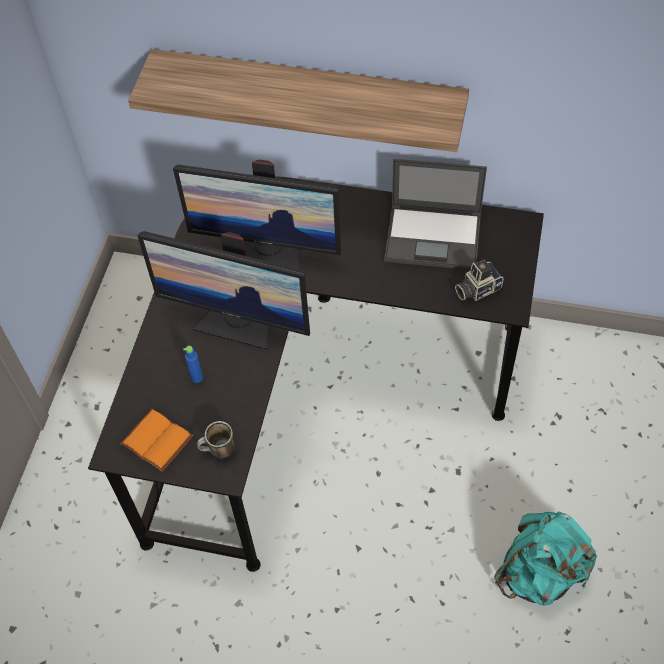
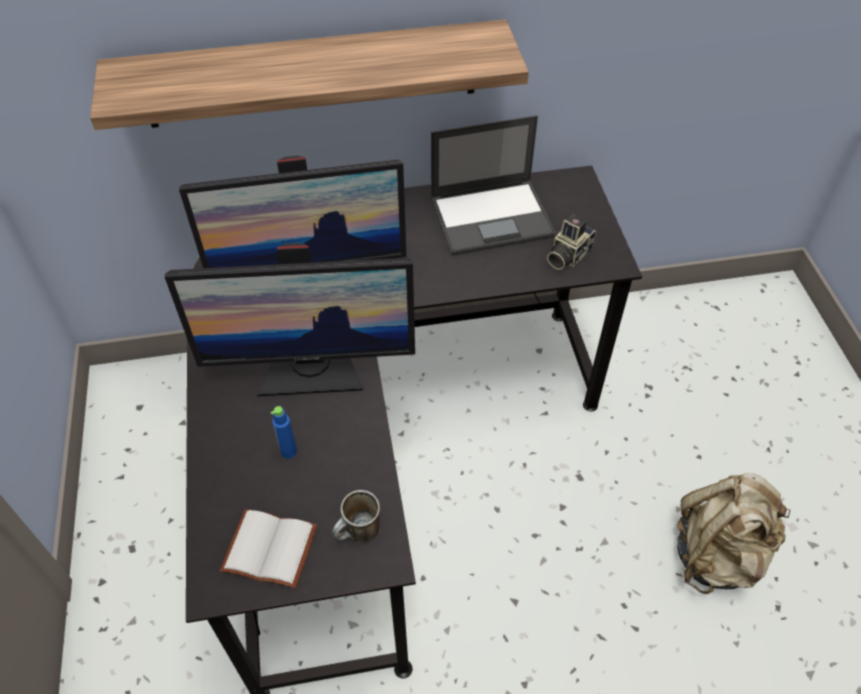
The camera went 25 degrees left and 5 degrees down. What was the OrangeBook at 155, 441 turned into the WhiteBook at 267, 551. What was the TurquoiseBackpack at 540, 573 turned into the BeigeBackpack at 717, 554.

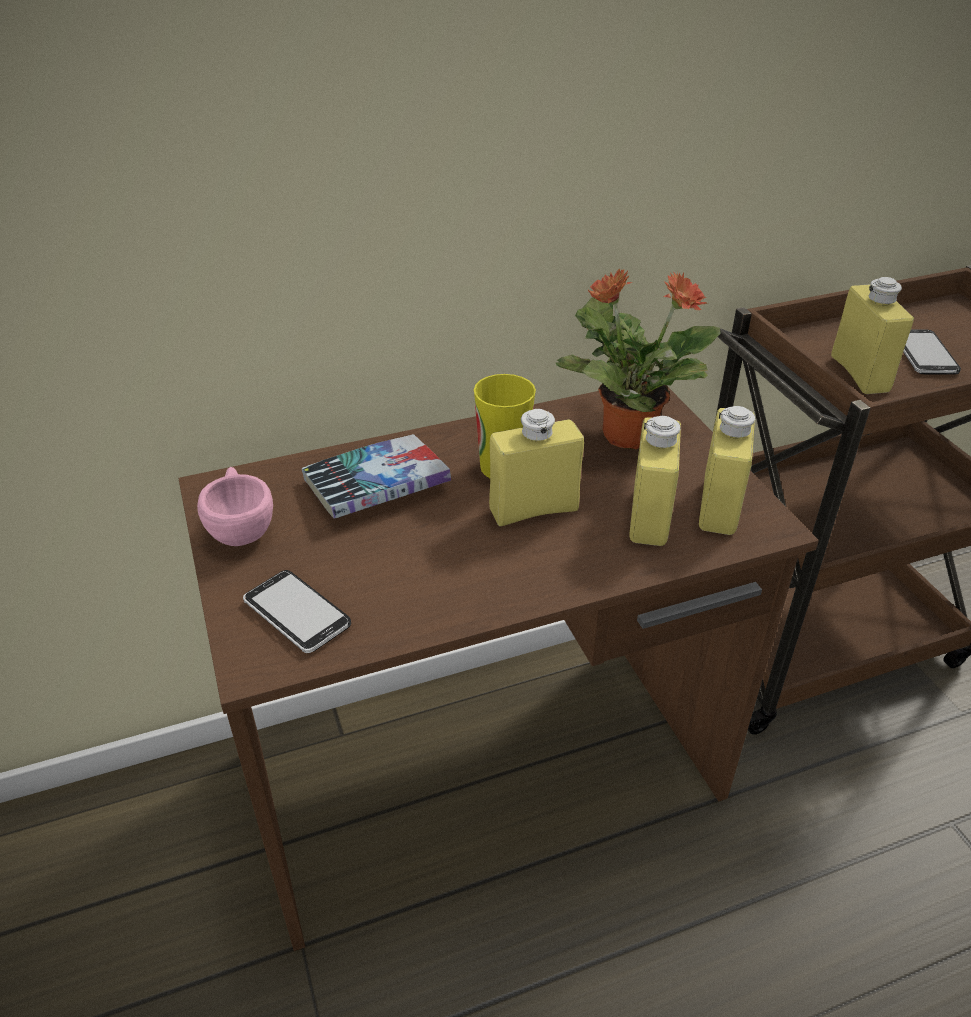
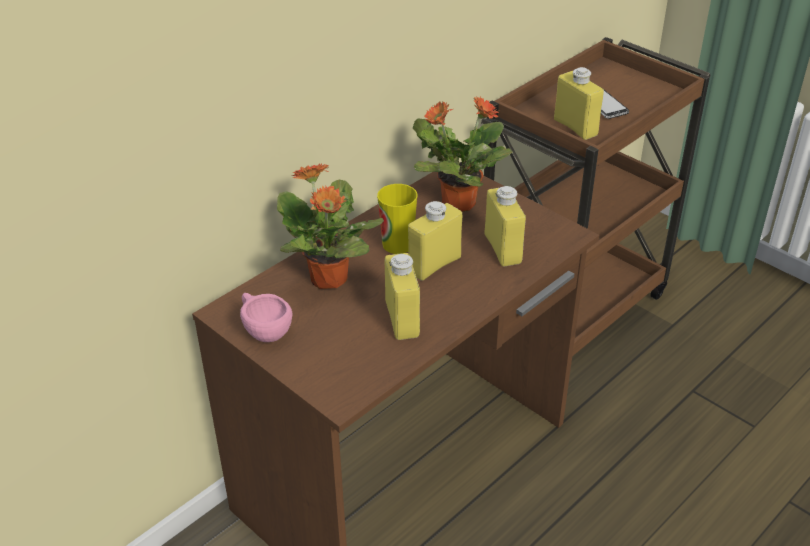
The camera went 25 degrees left and 0 degrees up. Where the Book stood at 376, 486, the PottedPlant came to stand at 329, 279. The YellowBottle ended up elsewhere, having gone from 719, 506 to 402, 319. The second view lost the Phone at 297, 614.

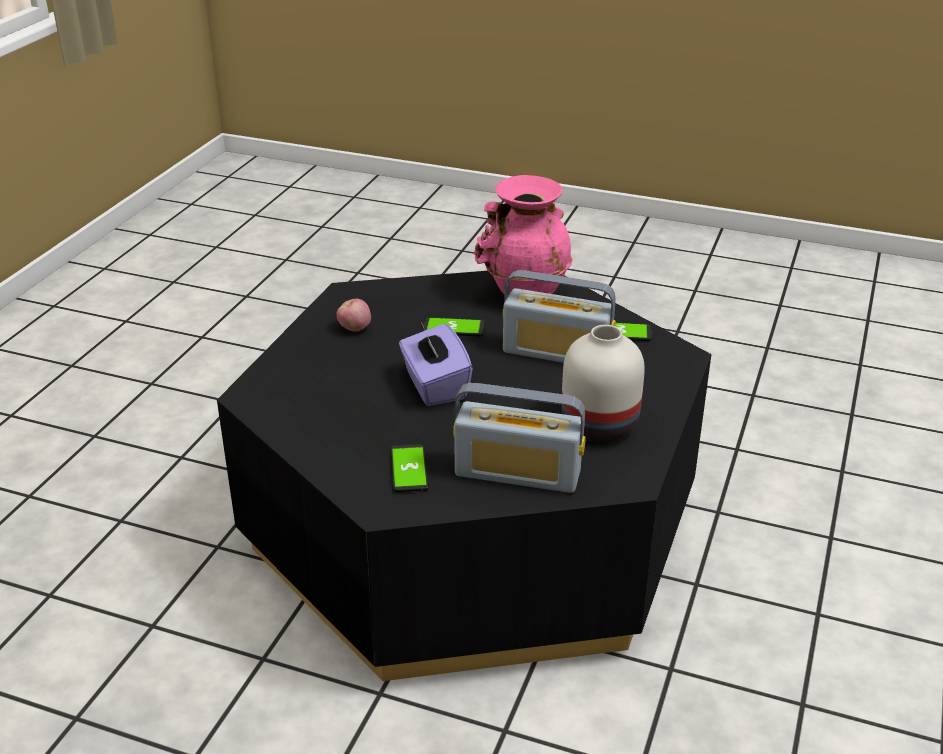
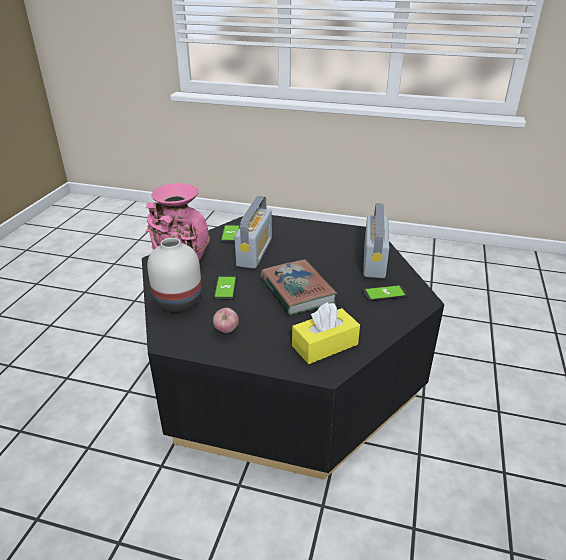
The camera went 95 degrees left and 0 degrees up. The WhiteVase ended up elsewhere, having gone from 597, 426 to 178, 302. Where the PurpleTissueBox stood at 434, 386, the Book came to stand at 297, 291. The second view gained the YellowTissueBox at 325, 345.

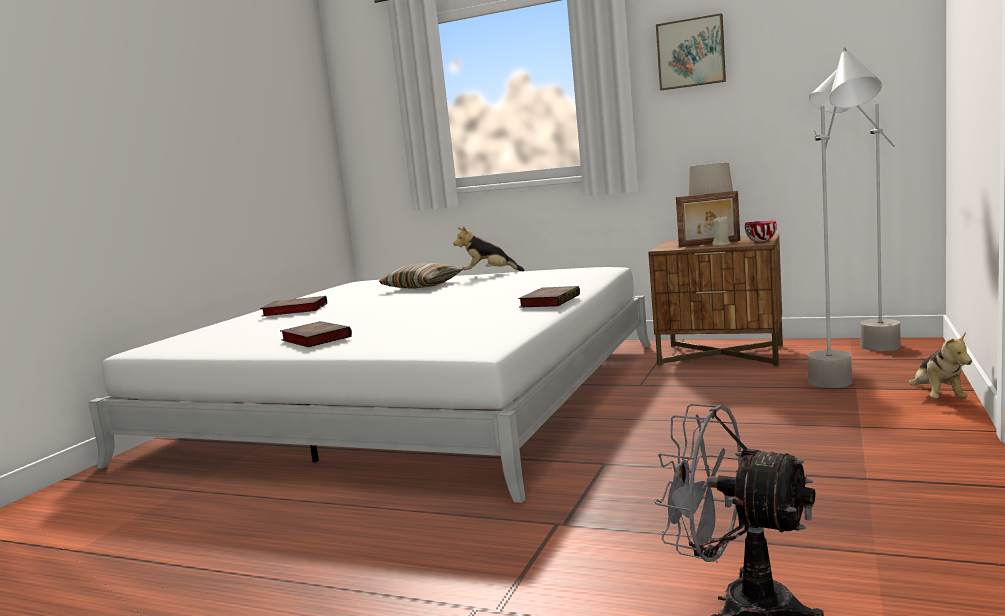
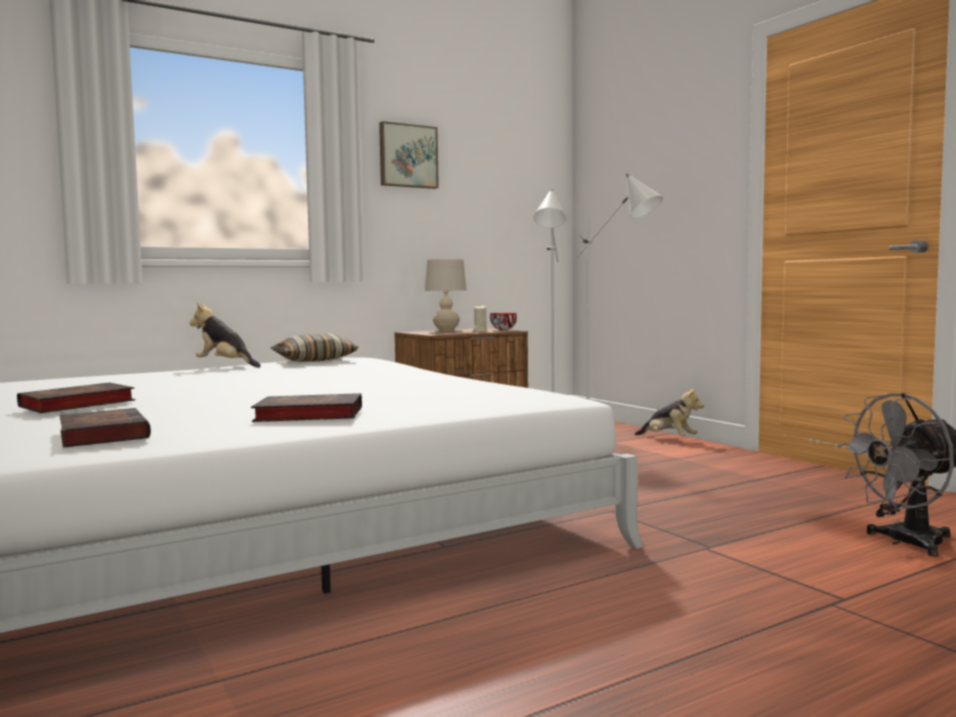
The camera went 55 degrees left and 5 degrees down. The Book ended up elsewhere, having gone from 550, 301 to 102, 435. The PlushToy at 489, 274 ended up facing another way, 75 degrees clockwise from before. The Pillow ended up elsewhere, having gone from 422, 286 to 314, 360. The second view lost the PictureFrame at 709, 244.

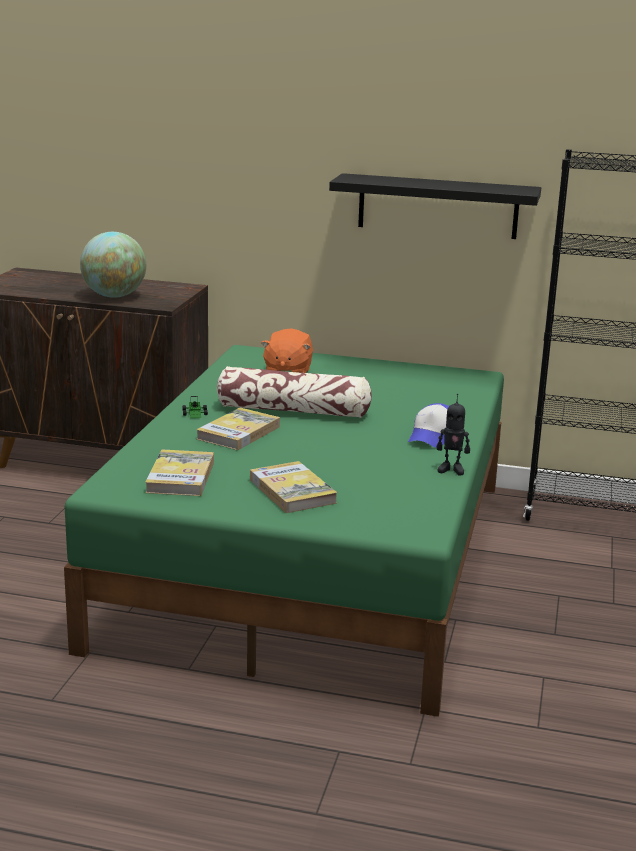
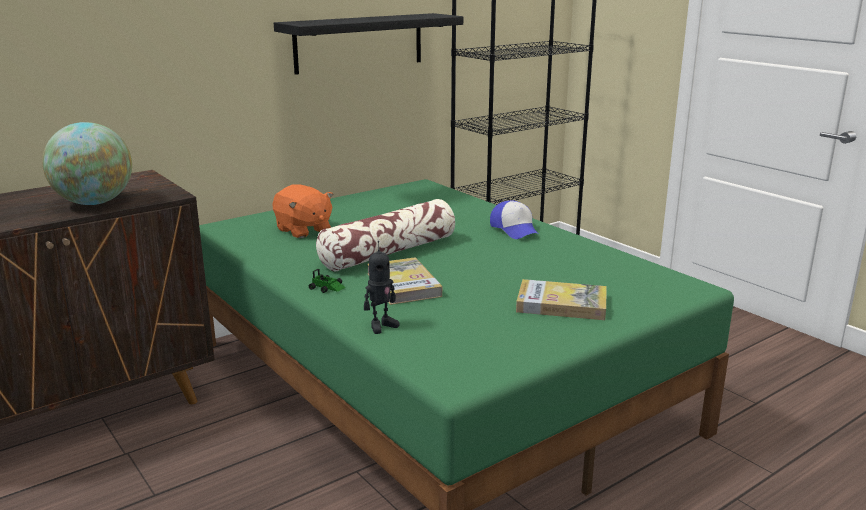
The camera went 50 degrees left and 0 degrees up. The ToyRobot ended up elsewhere, having gone from 451, 470 to 381, 326. The second view lost the Book at 180, 477.

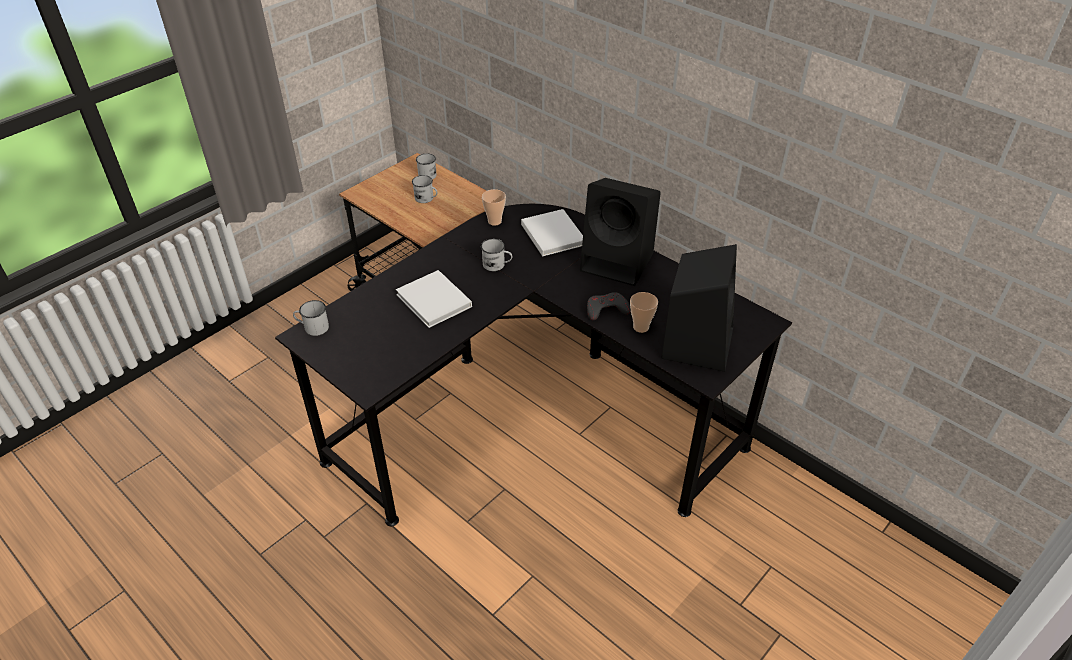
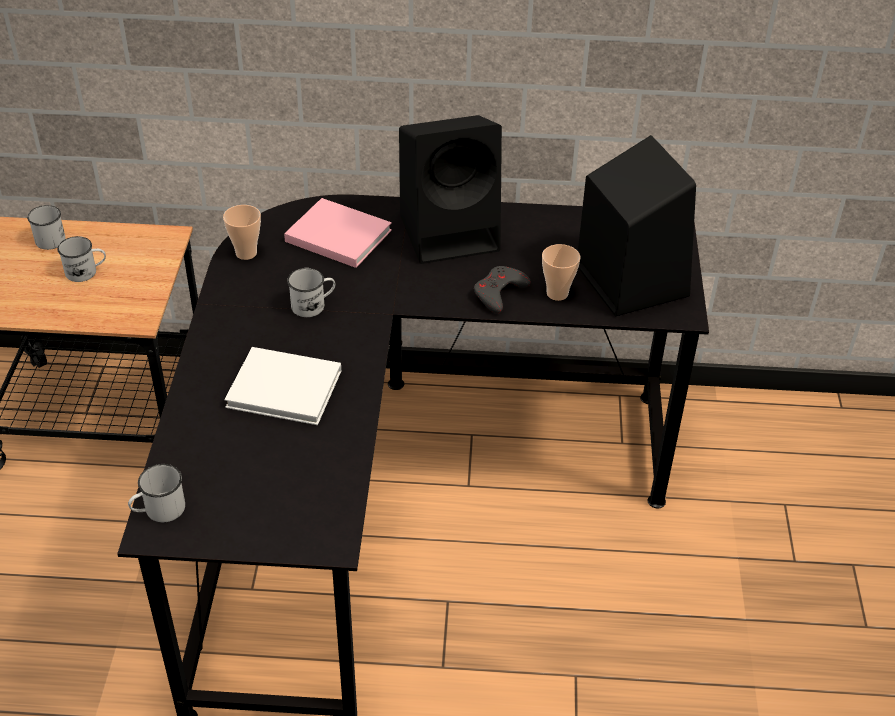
The camera went 40 degrees left and 0 degrees up. What was the WhiteBook at 552, 233 turned into the PinkBook at 336, 235.

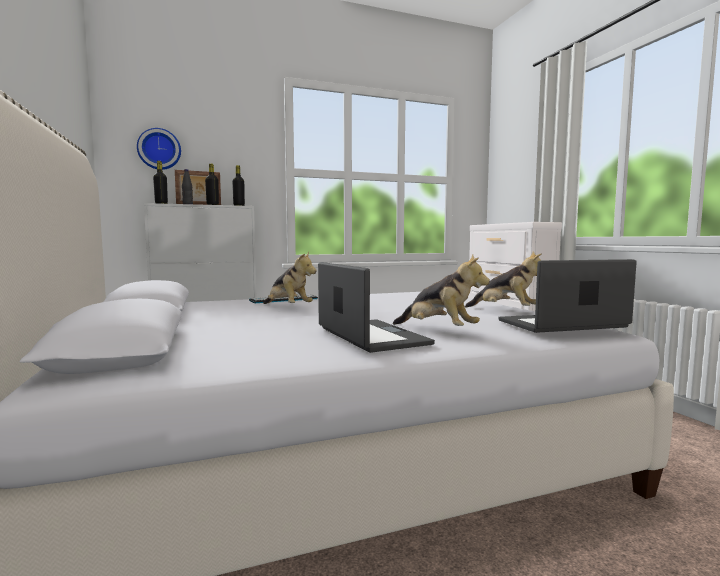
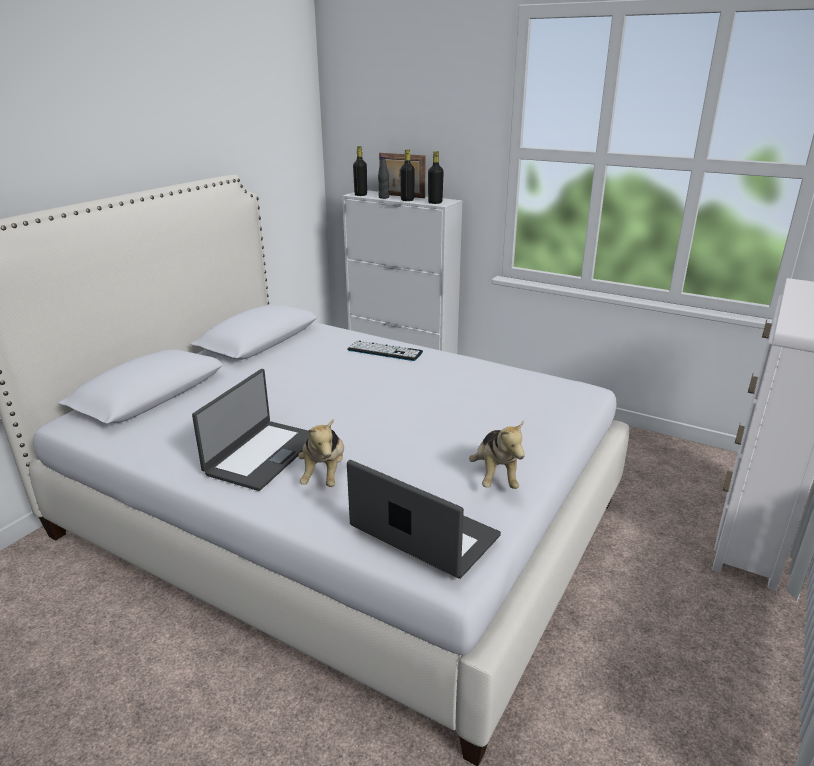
The camera went 50 degrees right and 20 degrees up. The second view lost the WallClock at 159, 149. The second view lost the PlushToy at 288, 307.

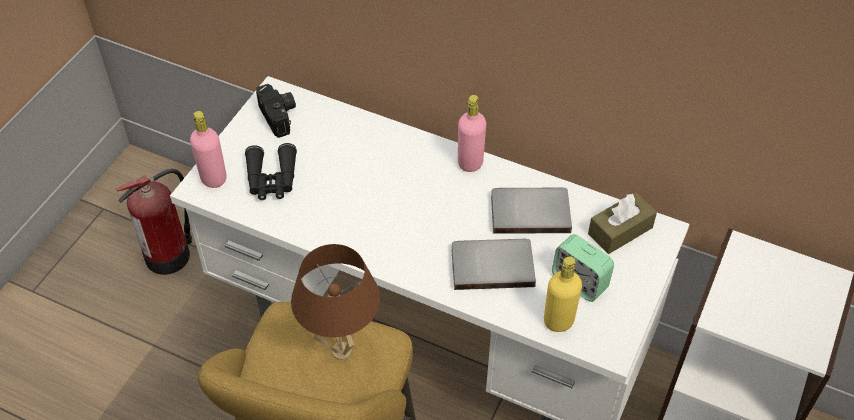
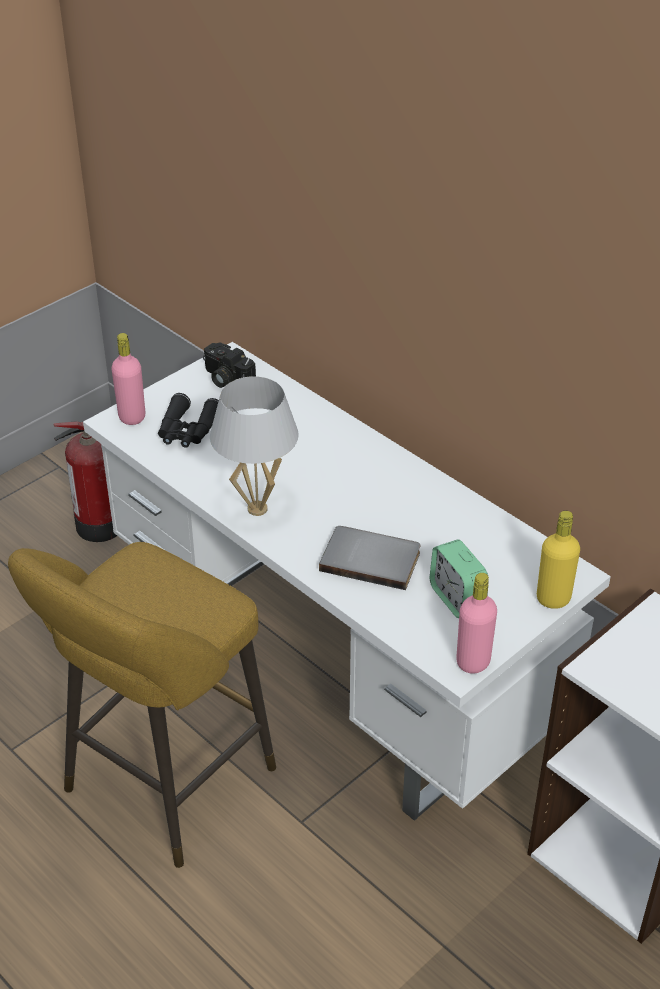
The camera went 20 degrees right and 10 degrees down. The PhotoCamera at 280, 116 ended up facing another way, 135 degrees clockwise from before. The second view gained the WhiteTableLamp at 258, 509. The PinkBottle ended up elsewhere, having gone from 470, 163 to 473, 662. The YellowBottle ended up elsewhere, having gone from 558, 321 to 553, 599. The second view lost the BrownTableLamp at 342, 351. The second view lost the GreyBook at 530, 211. The second view lost the BrownTissueBox at 620, 231.

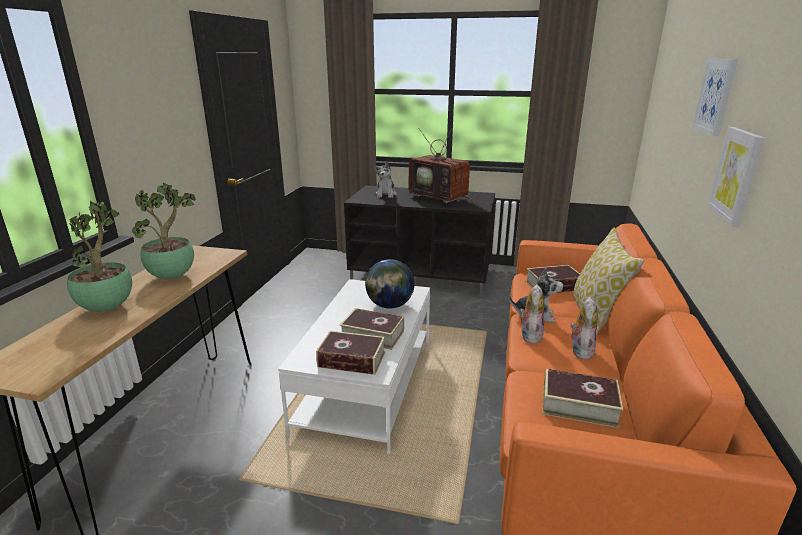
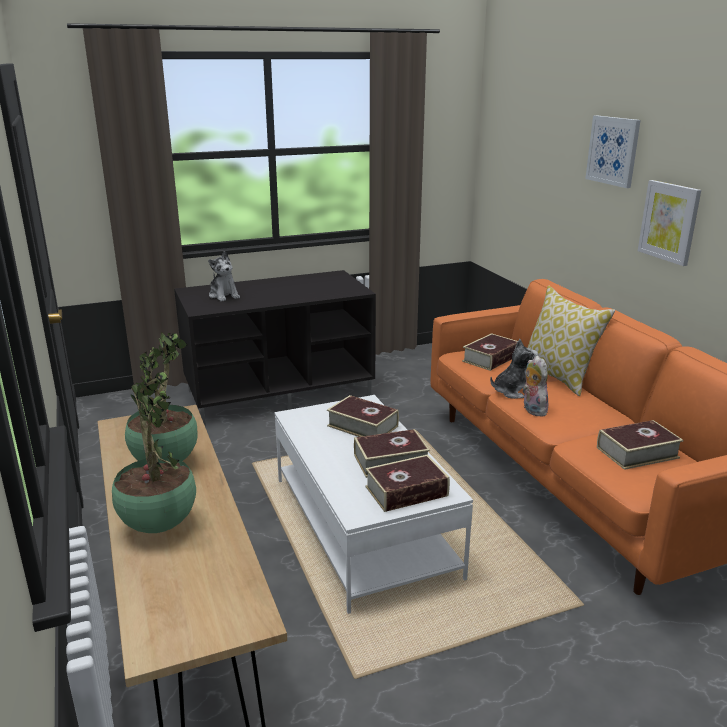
The camera went 35 degrees left and 0 degrees up. Where the Globe stood at 389, 305, the Book came to stand at 362, 426. The second view lost the Television at 440, 197. The second view lost the PlushToy at 580, 350.

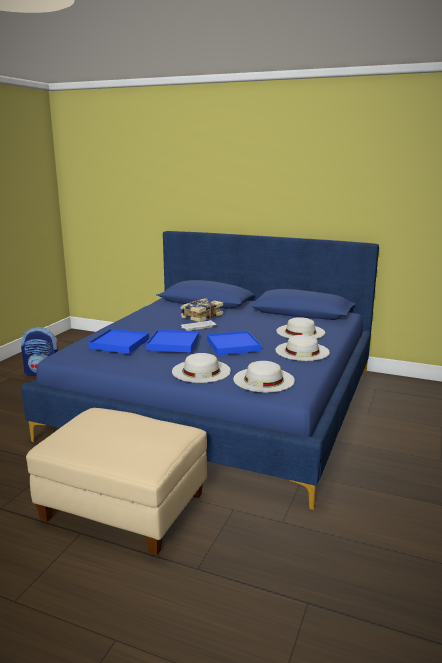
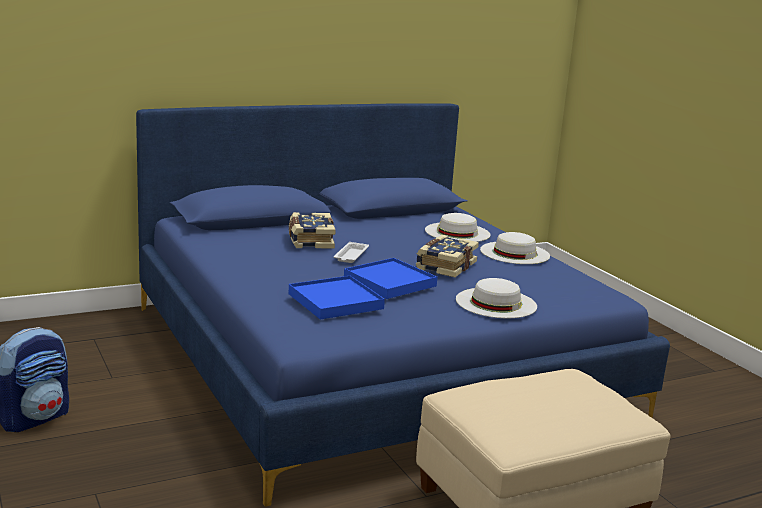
The camera went 50 degrees left and 0 degrees up. Where the BlueTray stood at 233, 345, the Book came to stand at 445, 266. The second view lost the WhiteHat at 263, 379.

